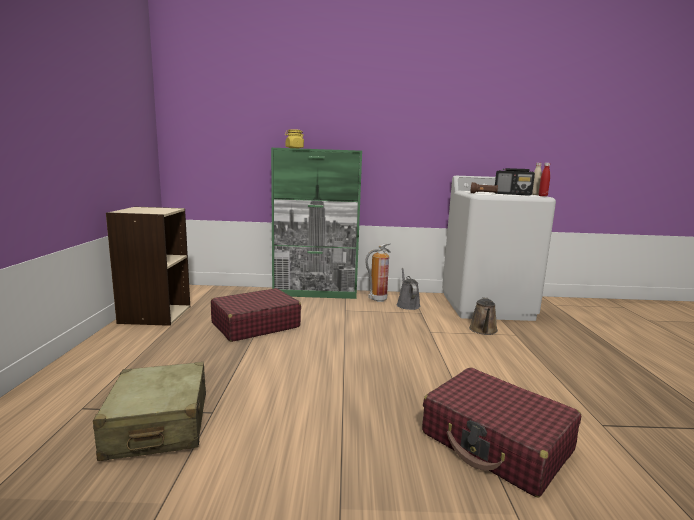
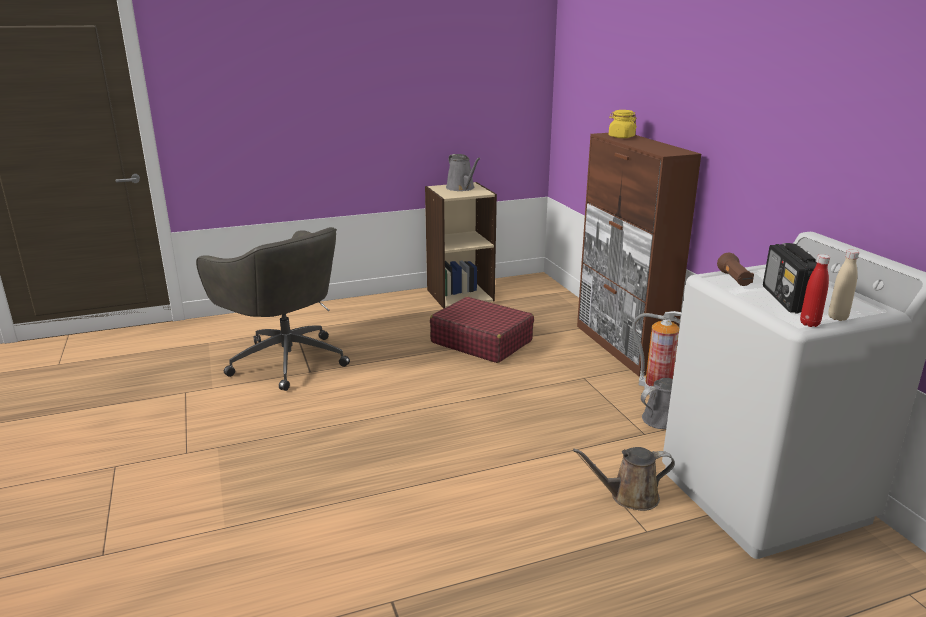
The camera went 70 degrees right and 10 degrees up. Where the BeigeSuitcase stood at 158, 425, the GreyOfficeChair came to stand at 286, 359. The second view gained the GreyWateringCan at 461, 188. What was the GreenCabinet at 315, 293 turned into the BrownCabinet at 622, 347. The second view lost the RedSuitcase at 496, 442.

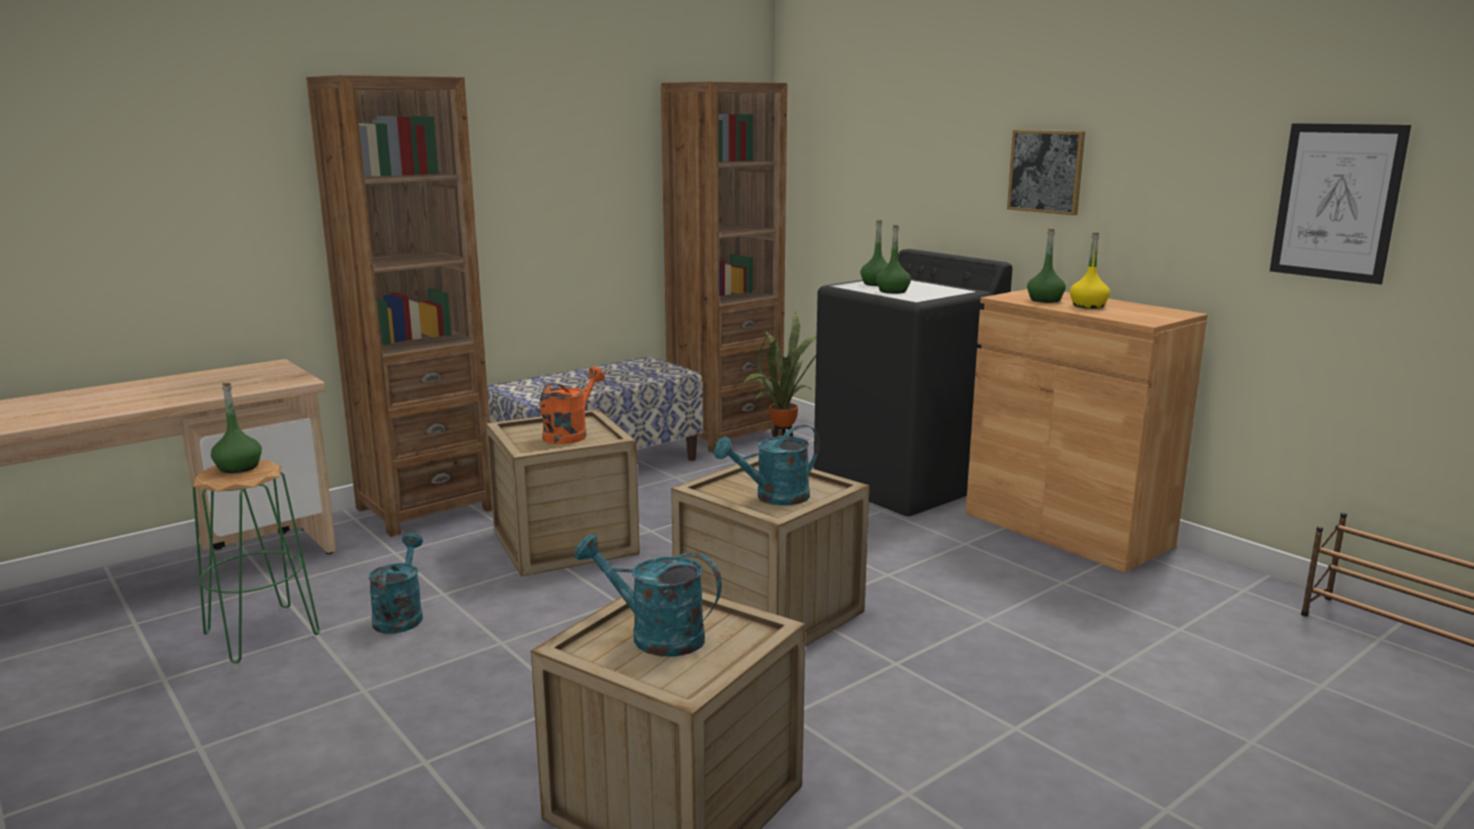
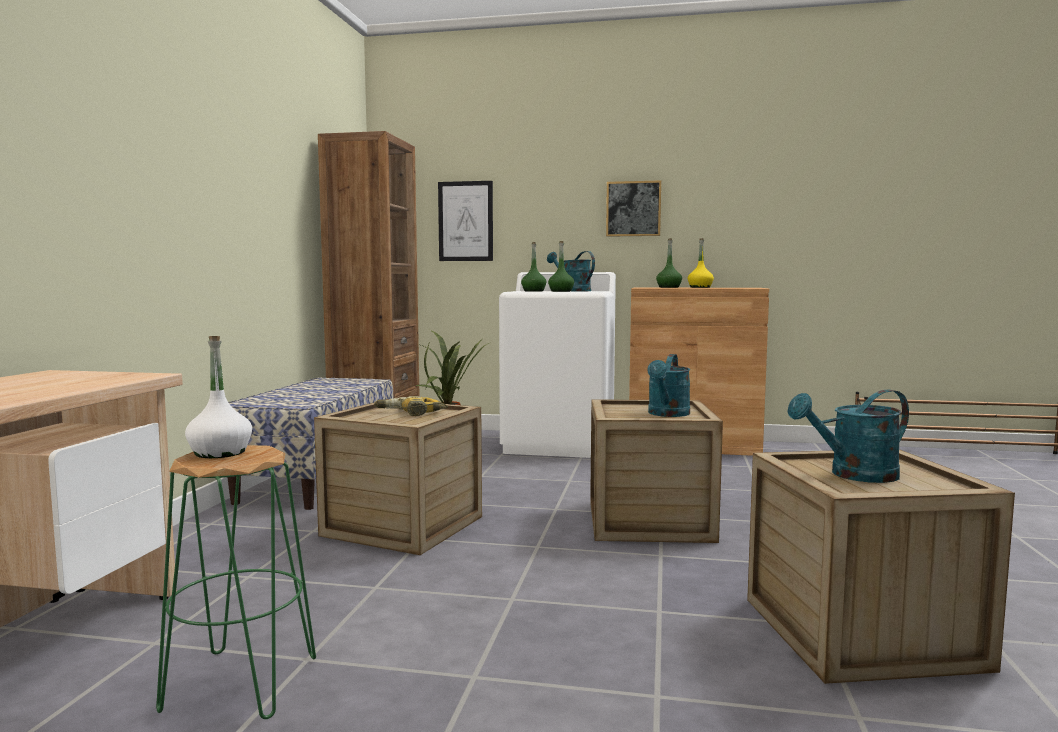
The camera went 40 degrees left and 10 degrees down. What was the GreenBottle at 238, 467 turned into the WhiteBottle at 220, 453. Where the OrangeWateringCan stood at 570, 434, the PowerDrill came to stand at 410, 413. The Picture ended up elsewhere, having gone from 1337, 202 to 465, 221. What was the BlackWashingMachine at 904, 483 turned into the WhiteWashingMachine at 560, 444. The TurquoiseWateringCan ended up elsewhere, having gone from 400, 615 to 572, 291. The second view lost the BrownBookcase at 425, 509.

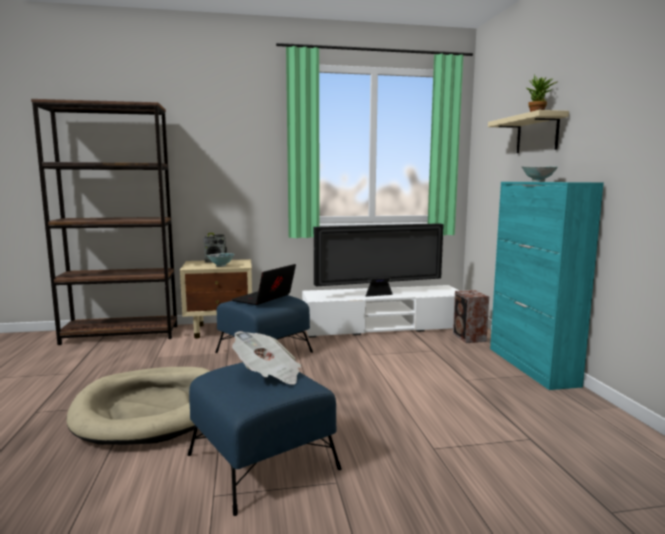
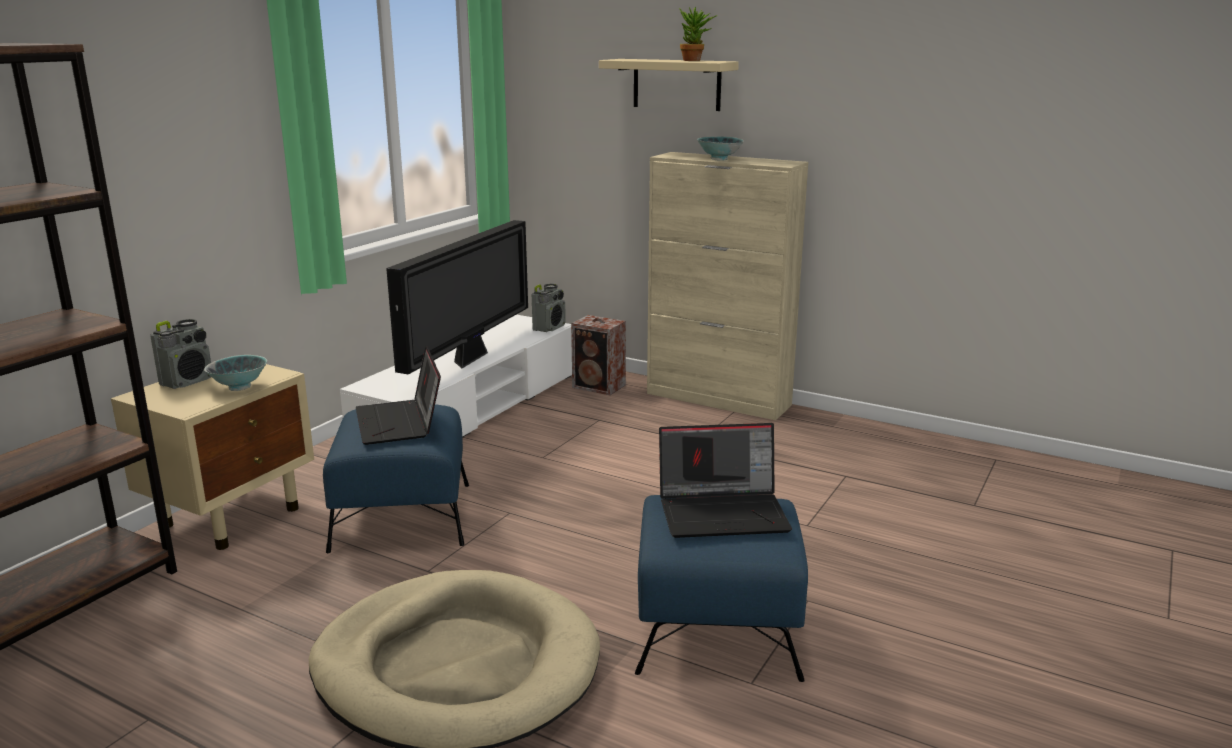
The camera went 50 degrees left and 10 degrees up. The second view gained the Radio at 549, 328. What was the TurquoiseCabinet at 531, 366 turned into the BeigeCabinet at 718, 399. Where the Newspaper stood at 268, 375, the Laptop came to stand at 724, 512.

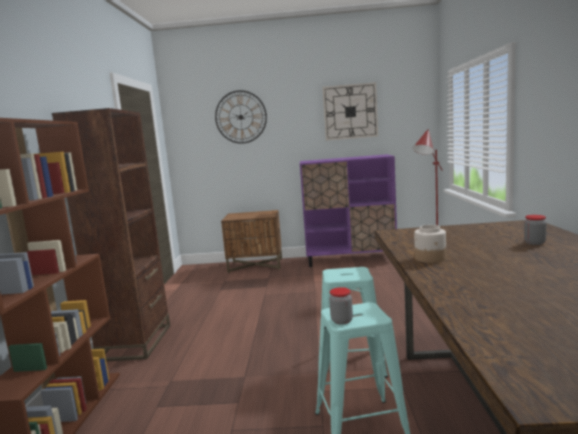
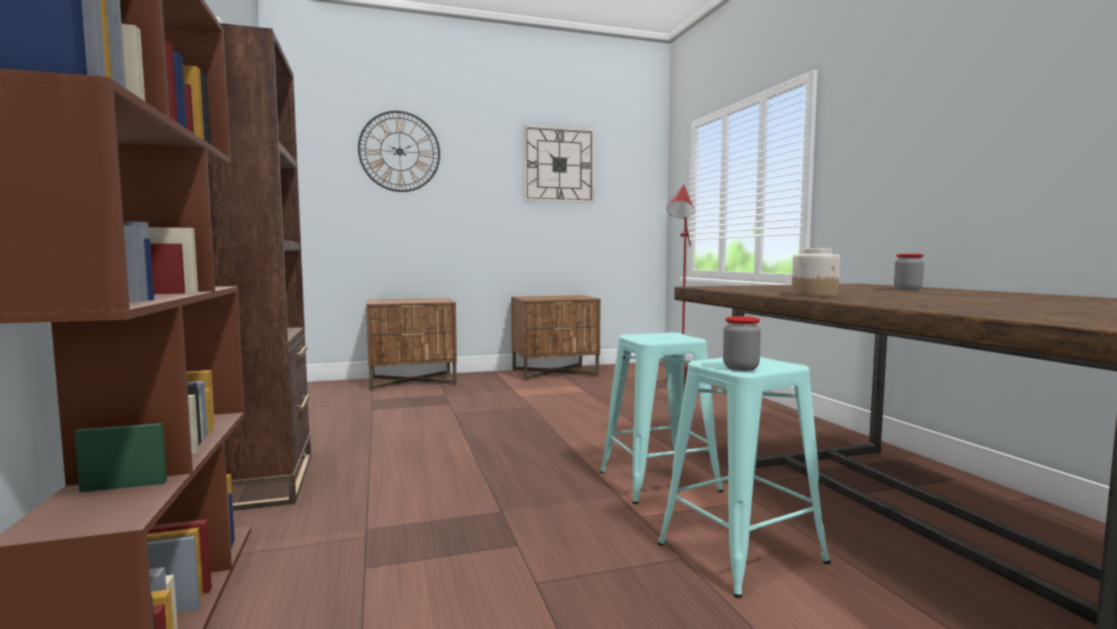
The camera went 20 degrees left and 5 degrees down. Where the PurpleCabinet stood at 350, 259, the BrownNightstand came to stand at 555, 373.

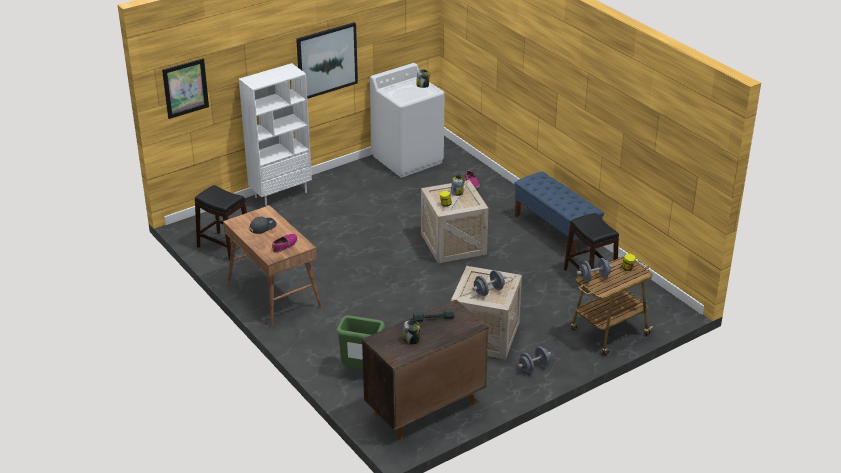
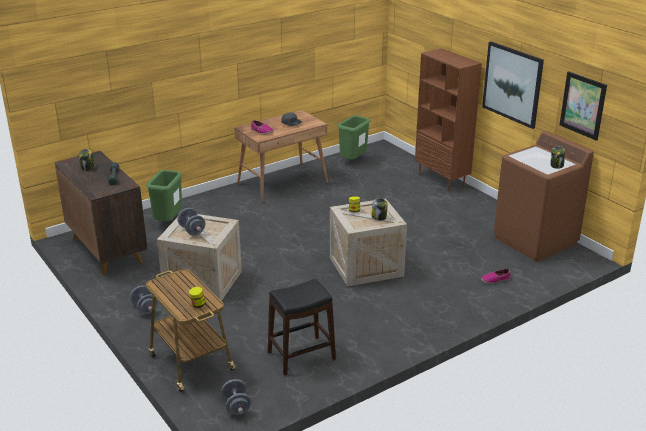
The camera went 90 degrees right and 5 degrees down. The GreyDumbbell ended up elsewhere, having gone from 594, 278 to 236, 406. Where the BlackStool stood at 224, 247, the GreenTrashCan came to stand at 353, 161. What was the WhiteBookcase at 281, 194 turned into the BrownBookcase at 442, 179. What was the WhiteWashingMachine at 408, 159 turned into the BrownWashingMachine at 535, 241. The Picture ended up elsewhere, having gone from 185, 88 to 583, 105. The second view lost the BlueBench at 556, 231.

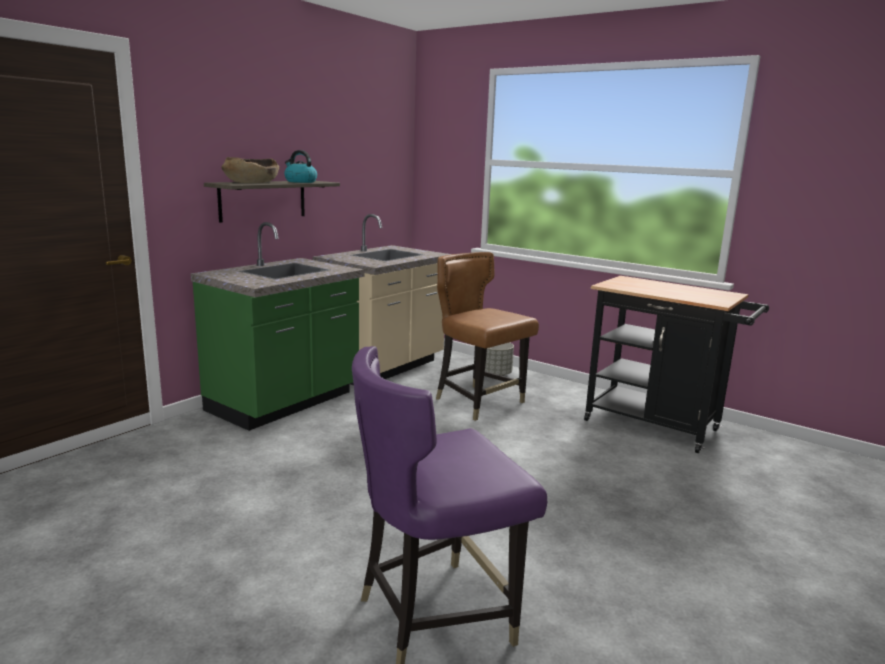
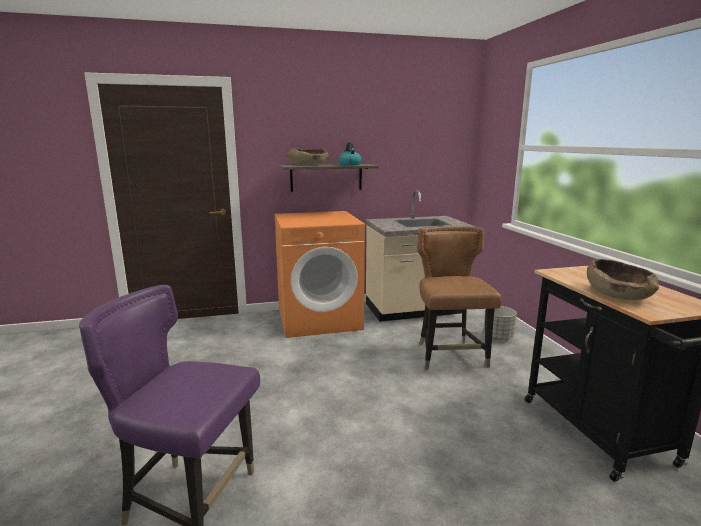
The camera went 40 degrees right and 0 degrees up. Where the GreenCounter stood at 285, 403, the OrangeWashingMachine came to stand at 319, 319. The second view gained the BrownBowl at 618, 294.

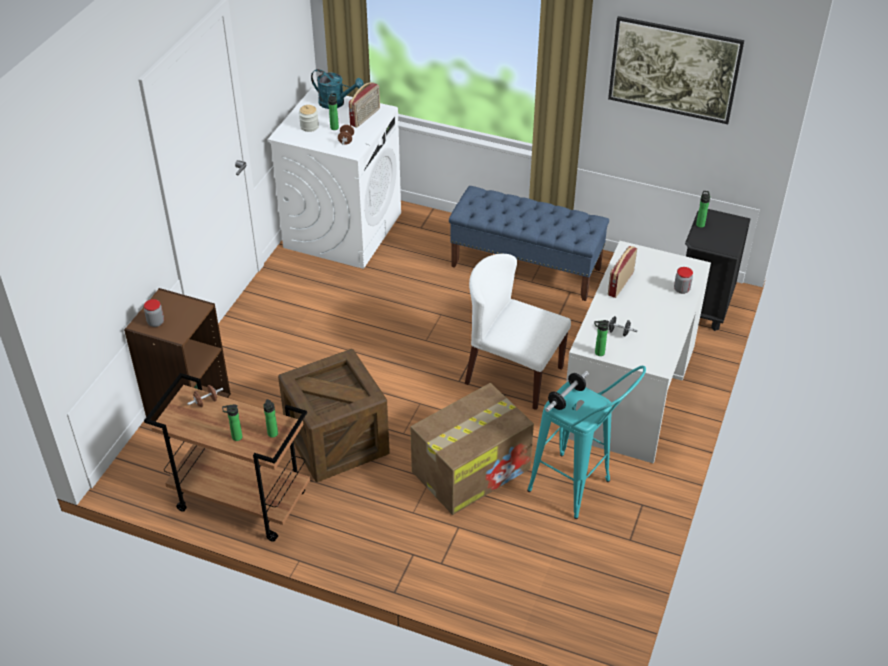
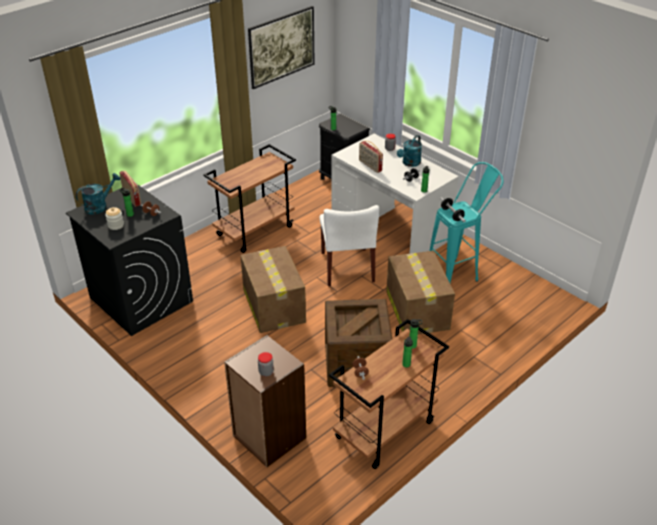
The camera went 65 degrees left and 5 degrees down. What was the WhiteWashingMachine at 343, 230 turned into the BlackWashingMachine at 140, 299. Where the BlueBench stood at 526, 267, the BrownCart came to stand at 255, 230. The second view gained the CardboardBox at 273, 305. The WhiteChair at 513, 375 ended up facing another way, 60 degrees counterclockwise from before. The second view gained the TurquoiseWateringCan at 409, 163.

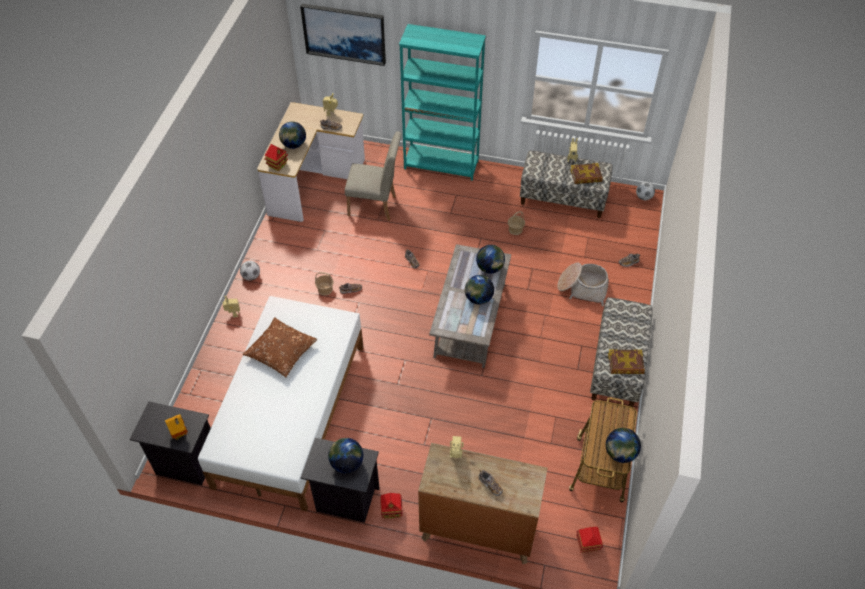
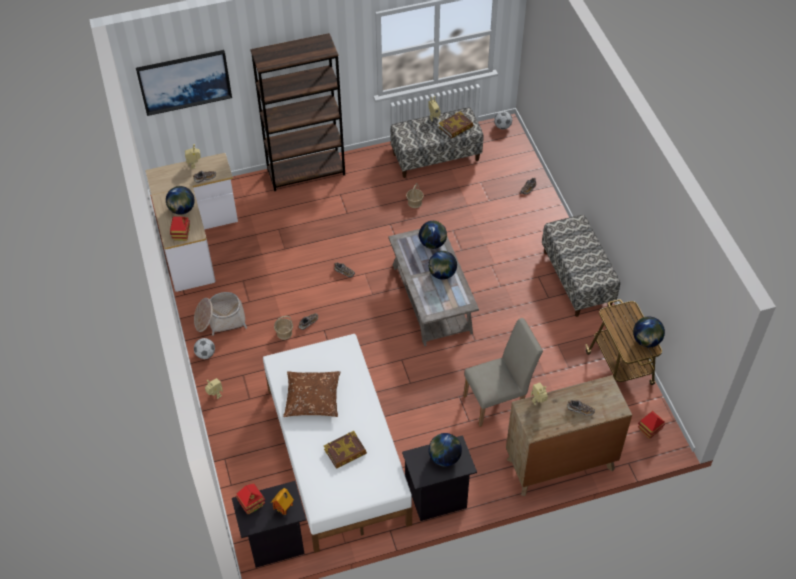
The camera went 30 degrees left and 0 degrees up. The Basket ended up elsewhere, having gone from 582, 288 to 220, 319. The ToyHouse ended up elsewhere, having gone from 391, 511 to 252, 504. What was the TurquoiseBookcase at 441, 165 turned into the BrownBookcase at 306, 172. The Book ended up elsewhere, having gone from 625, 364 to 345, 452. The BeigeChair ended up elsewhere, having gone from 376, 206 to 499, 401.

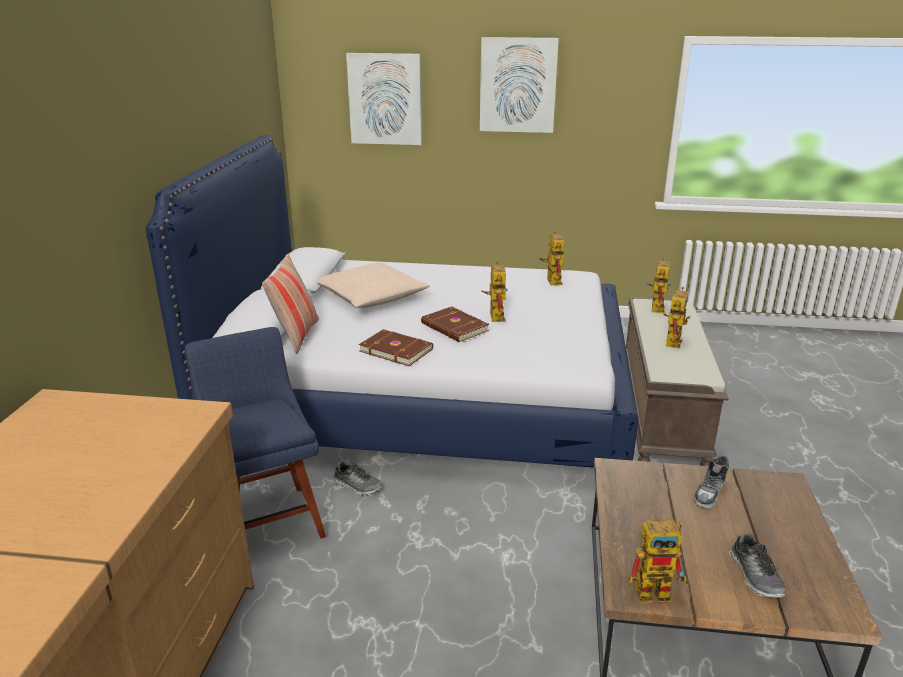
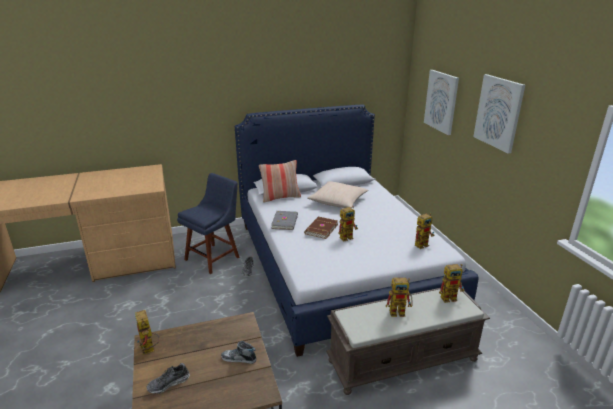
The camera went 65 degrees right and 0 degrees up. What was the BrownBook at 396, 350 turned into the GreyBook at 285, 222.

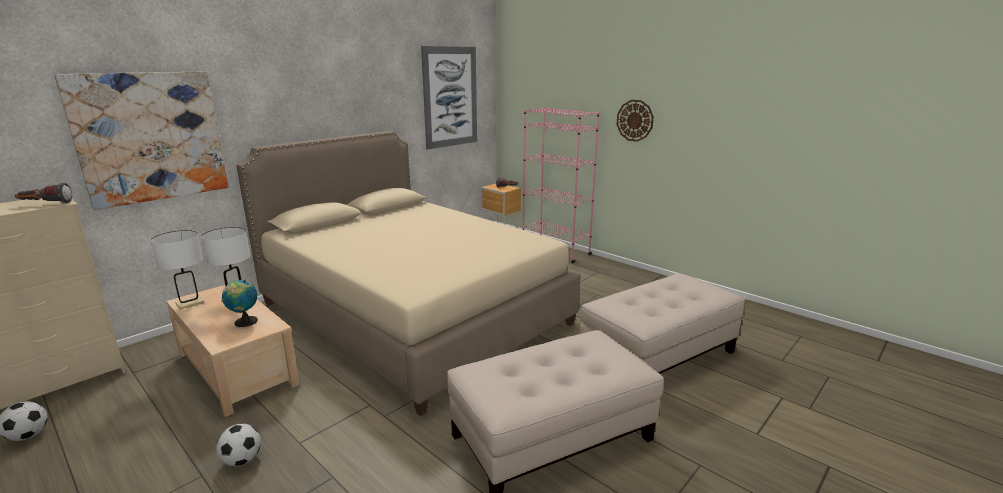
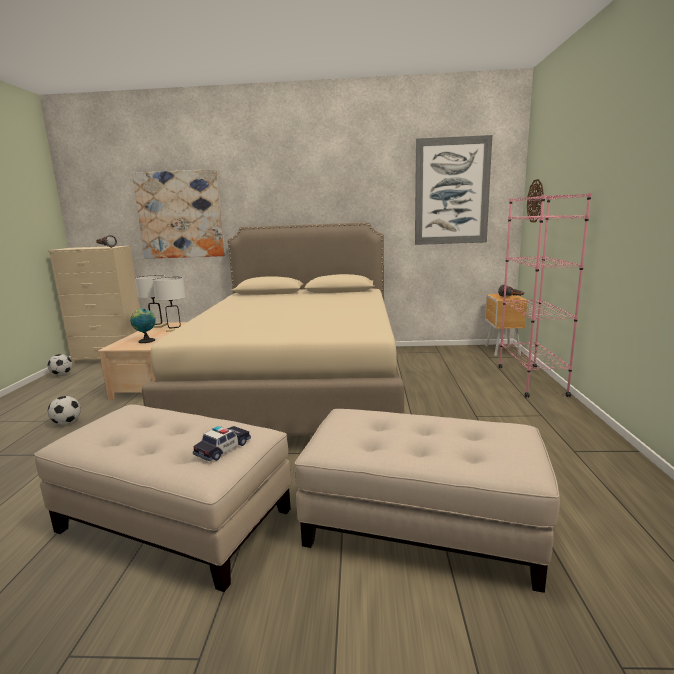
The camera went 50 degrees right and 5 degrees down. The second view gained the ToyCar at 223, 448. The WallClock ended up elsewhere, having gone from 635, 120 to 535, 201.

